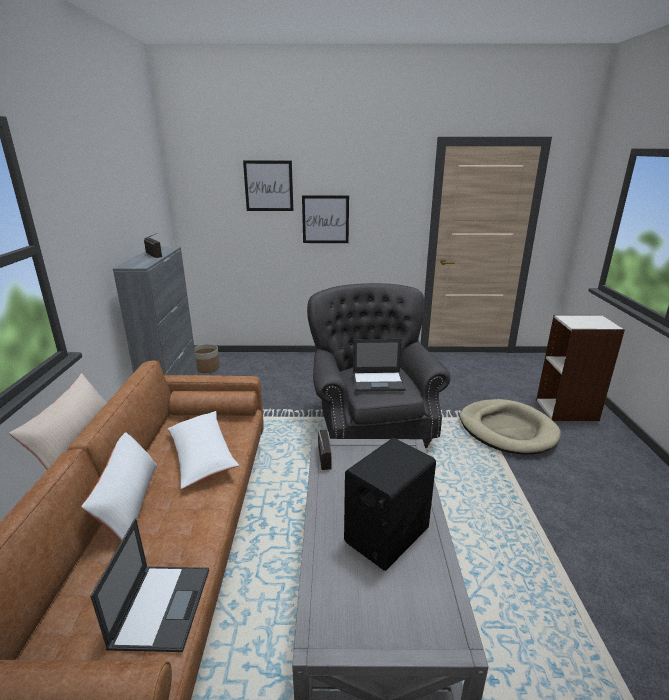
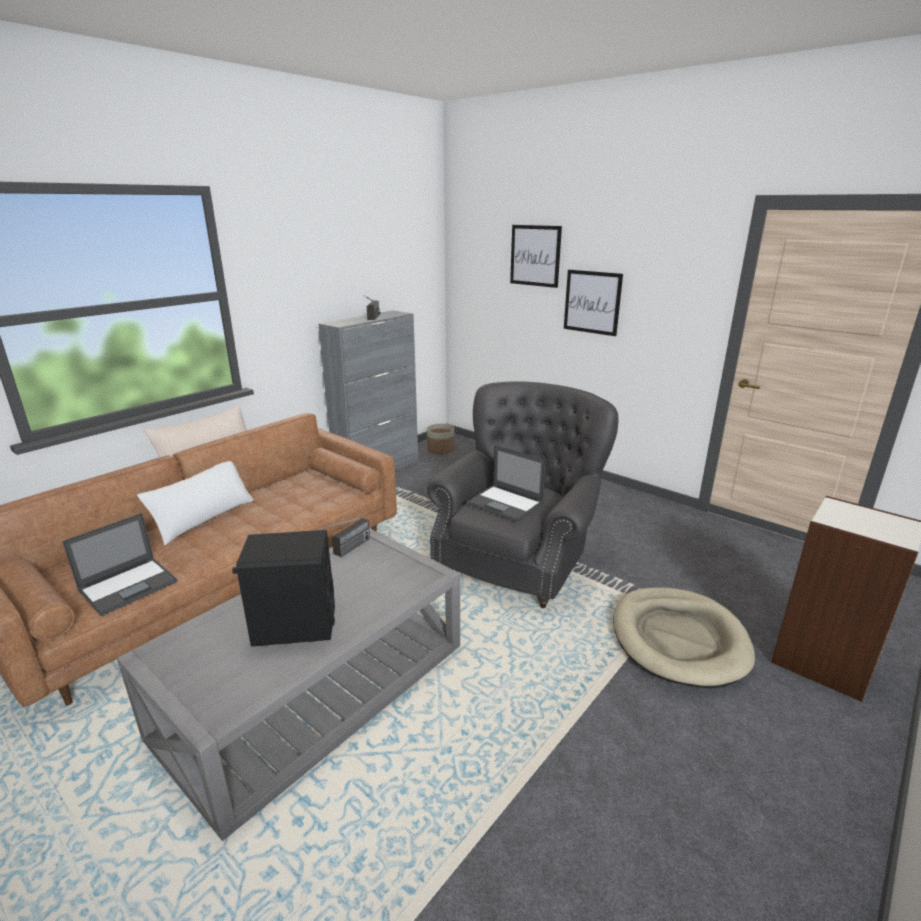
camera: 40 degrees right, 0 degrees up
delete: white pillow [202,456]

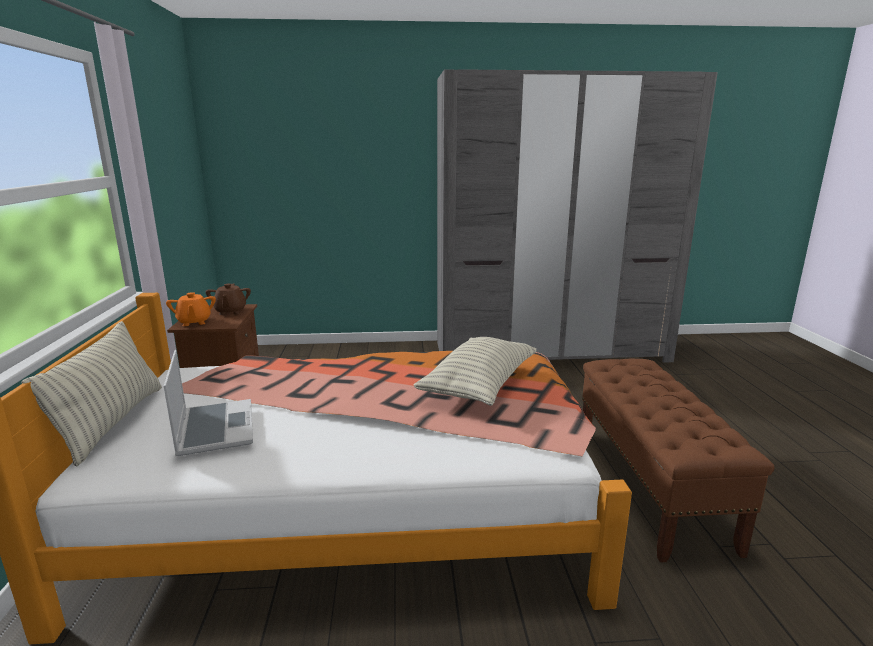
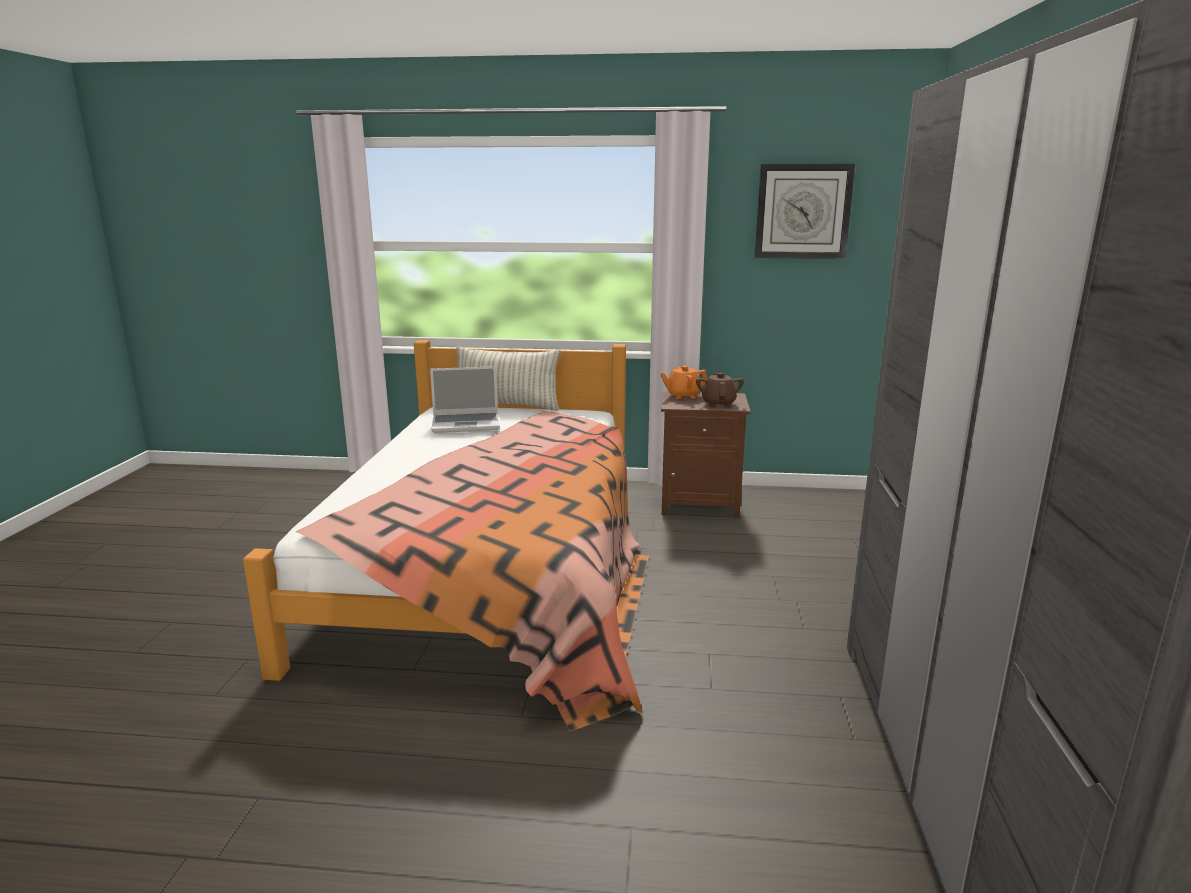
camera: 100 degrees right, 0 degrees up
delete: pillow [479,385]; brown bench [648,485]
insert: wall clock [803,211]
rotate: brown teapot [230,311] = [718,404] 90 degrees clockwise

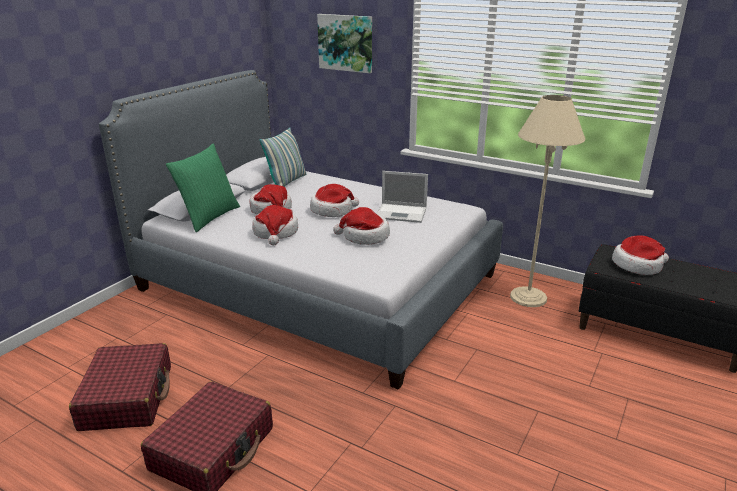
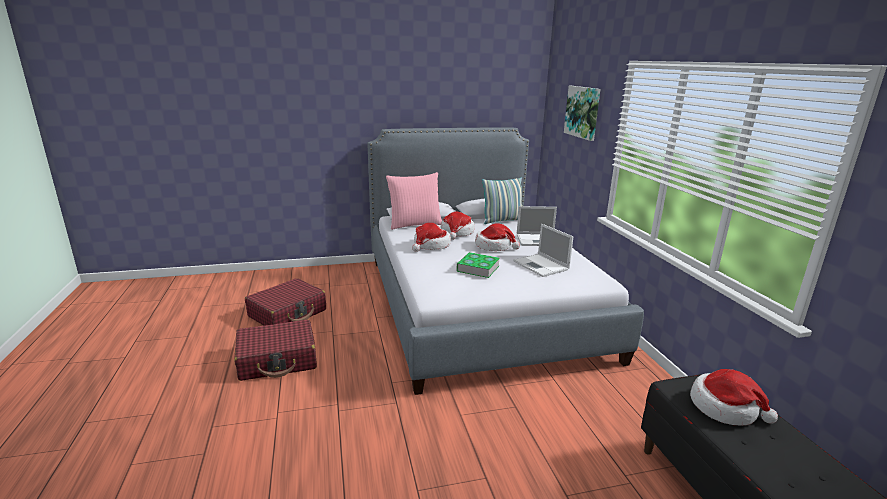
camera: 45 degrees right, 5 degrees down
delete: beige floor lamp [528,297]
insert: laptop [538,240]
replace: hat [364,236] to book [478,268]
recolor: green pillow [209,217] to pink pillow [414,224]

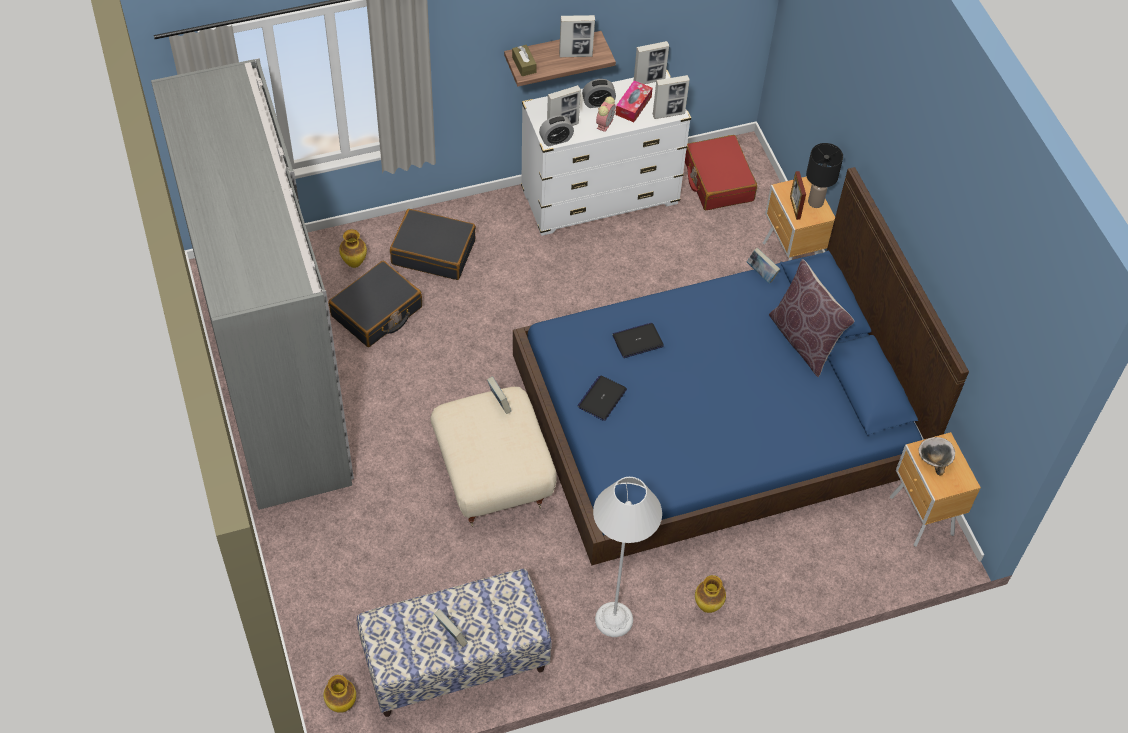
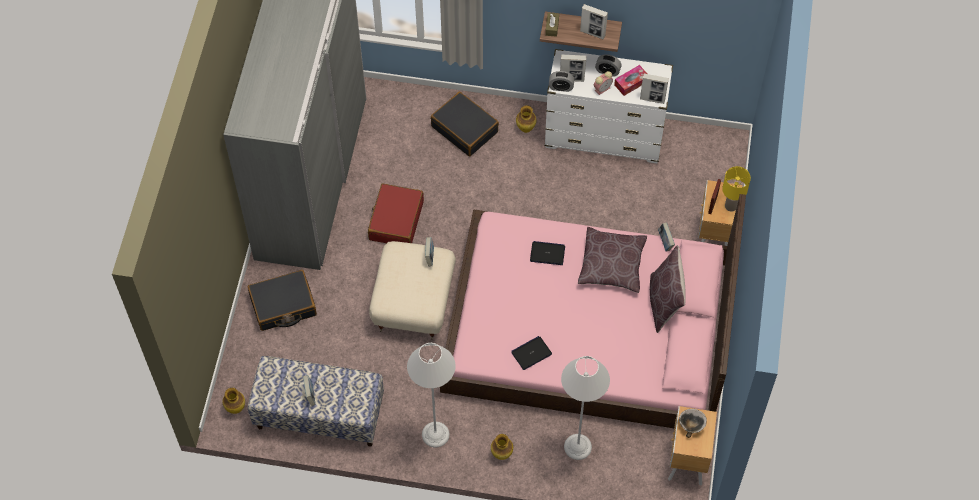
camera: 30 degrees right, 5 degrees up
delete: picture frame [649,80]
insert: grey floor lamp [577,447]; brown pillow [612,265]
move: black suitcase [377,312] to [283,305]; red suitcase [718,181] to [396,220]; laptop [602,398] to [531,353]; vase [355,263] to [526,129]
recolor: blue bed [716,417] to pink bed [588,329]; black table lamp [815,202] to yellow table lamp [730,206]

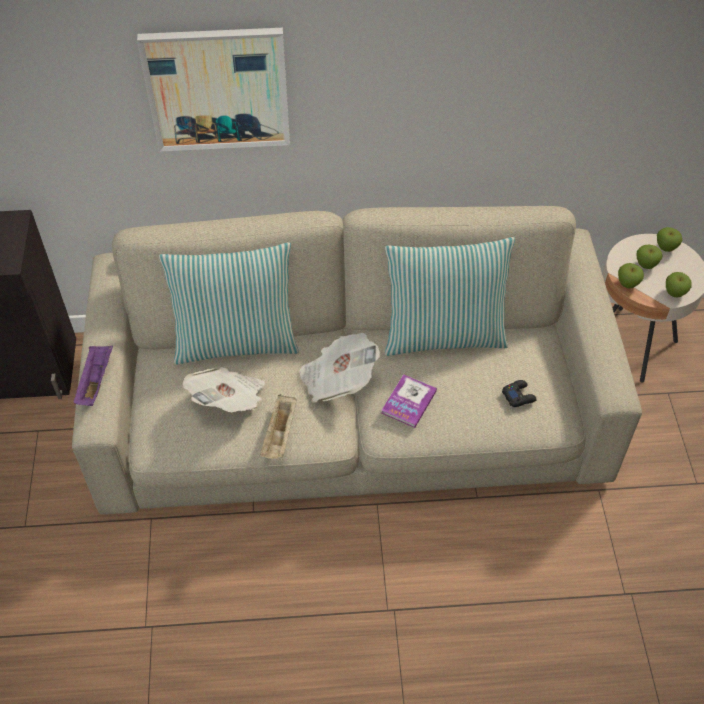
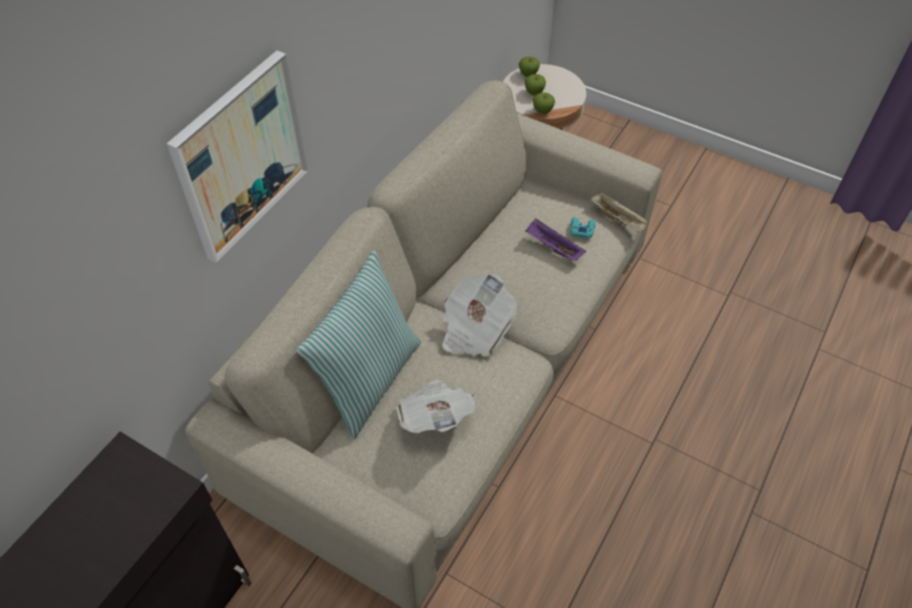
camera: 55 degrees left, 0 degrees up
delete: book [409,402]; pillow [443,335]; apple [674,293]
move: purple tray [95,381] to [552,247]; beige tray [280,435] to [618,219]
recolor: black game controller [518,396] to turquoise game controller [581,229]

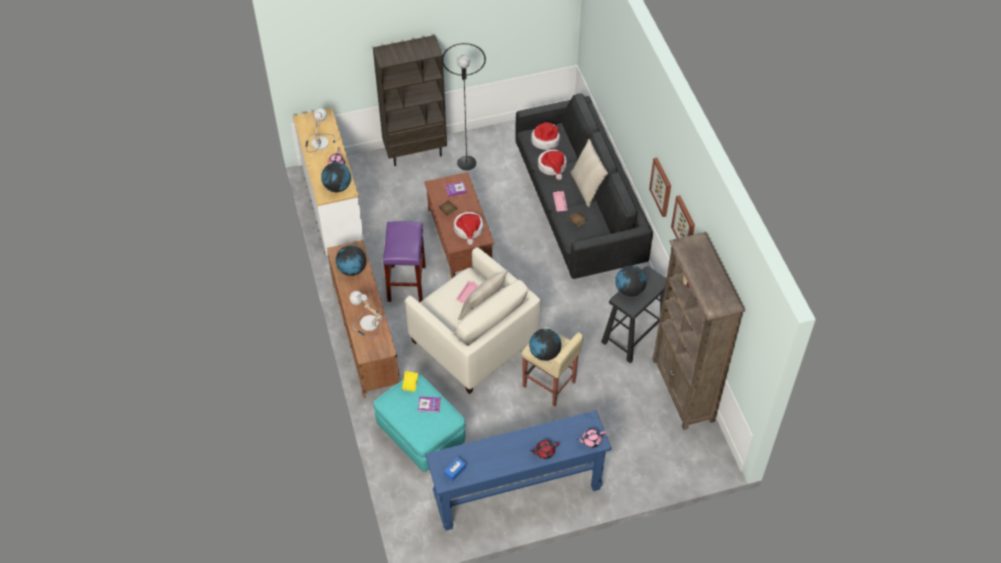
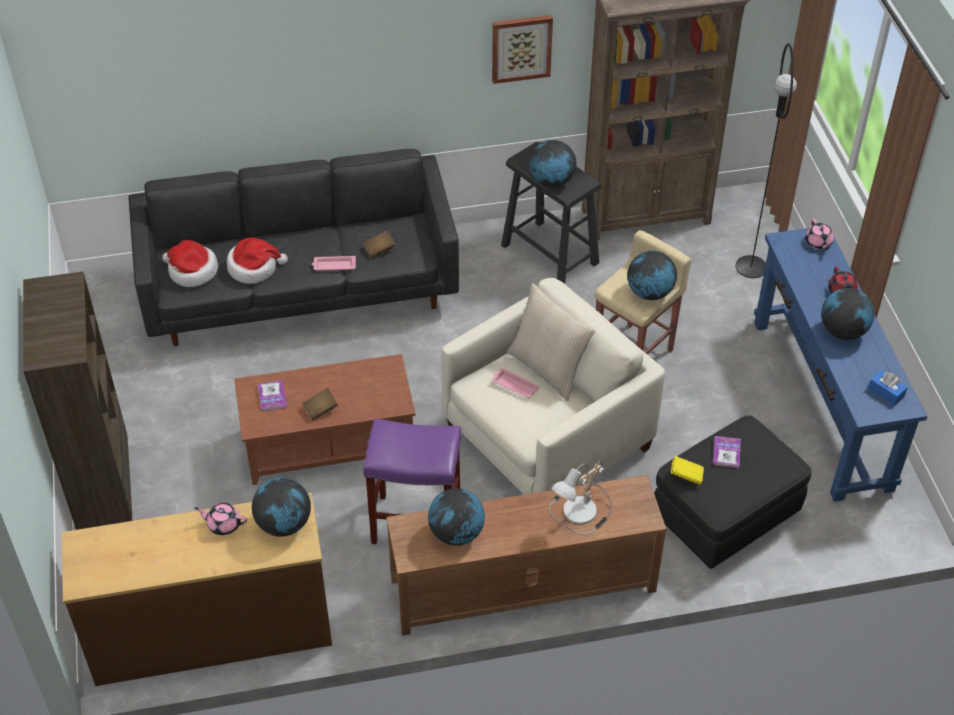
camera: 85 degrees left, 5 degrees down
delete: table lamp [318,142]; hat [468,230]; beige pillow [587,188]; picture [661,187]
insert: globe [843,331]
move: black floor lamp [466,163] to [751,266]
recolor: white dresser [332,207] to brown dresser [212,634]; turquoise ottoman [420,434] to black ottoman [725,515]

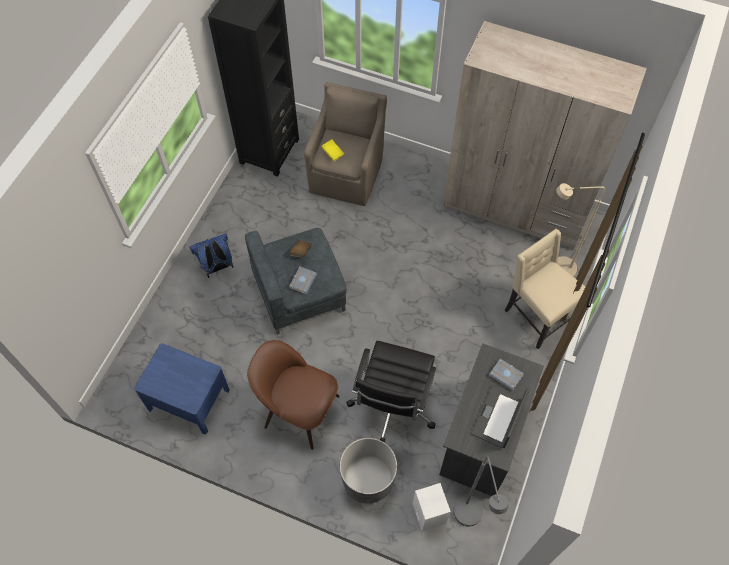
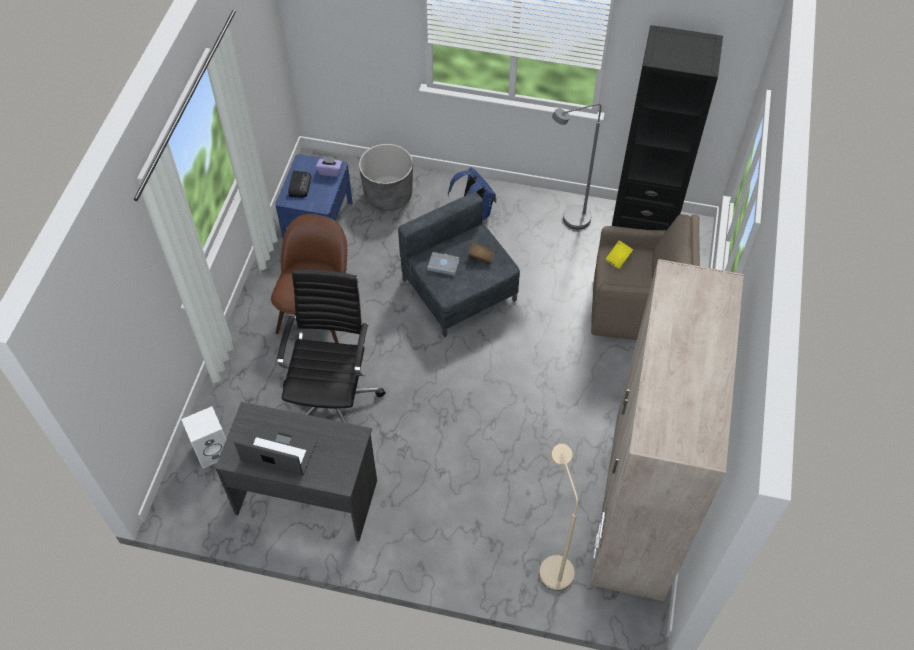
camera: 80 degrees right, 5 degrees down
delete: grey book [506,375]; beige chair [537,315]
insert: radio [299,185]; purple tissue box [330,171]
move: grey planter [368,479] to [388,195]; grey floor lamp [470,520] to [569,220]
rotate: black office chair [392,406] = [332,399] 90 degrees clockwise

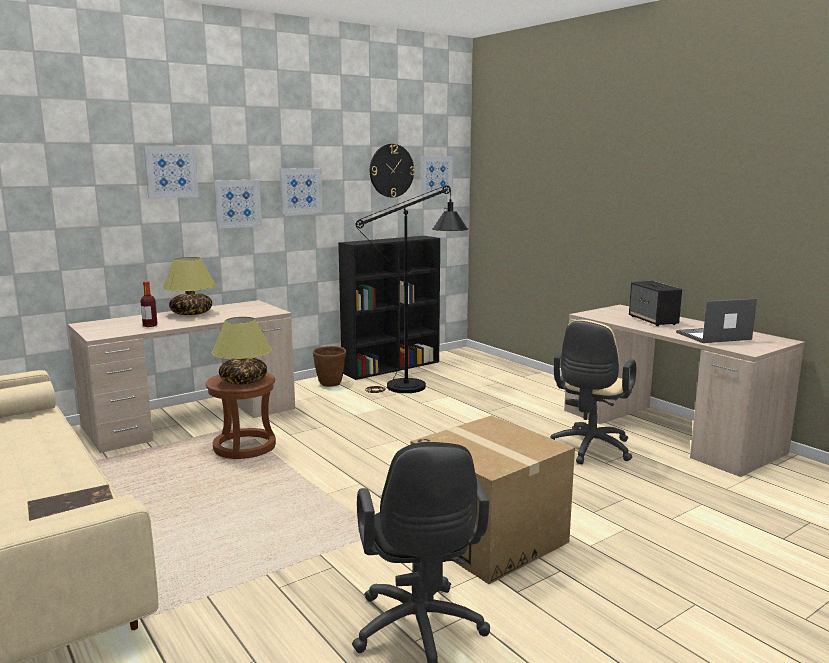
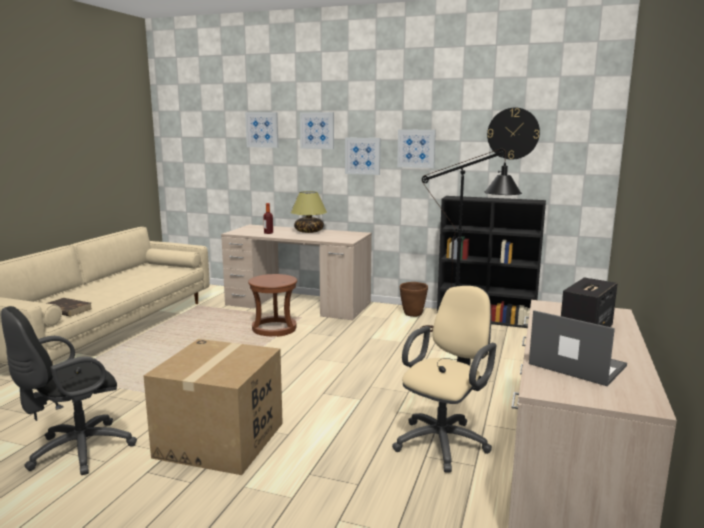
camera: 55 degrees right, 0 degrees up
delete: table lamp [243,381]
move: picture [436,175] to [262,129]
rotate: beige office chair [589,450] = [444,441] 135 degrees clockwise

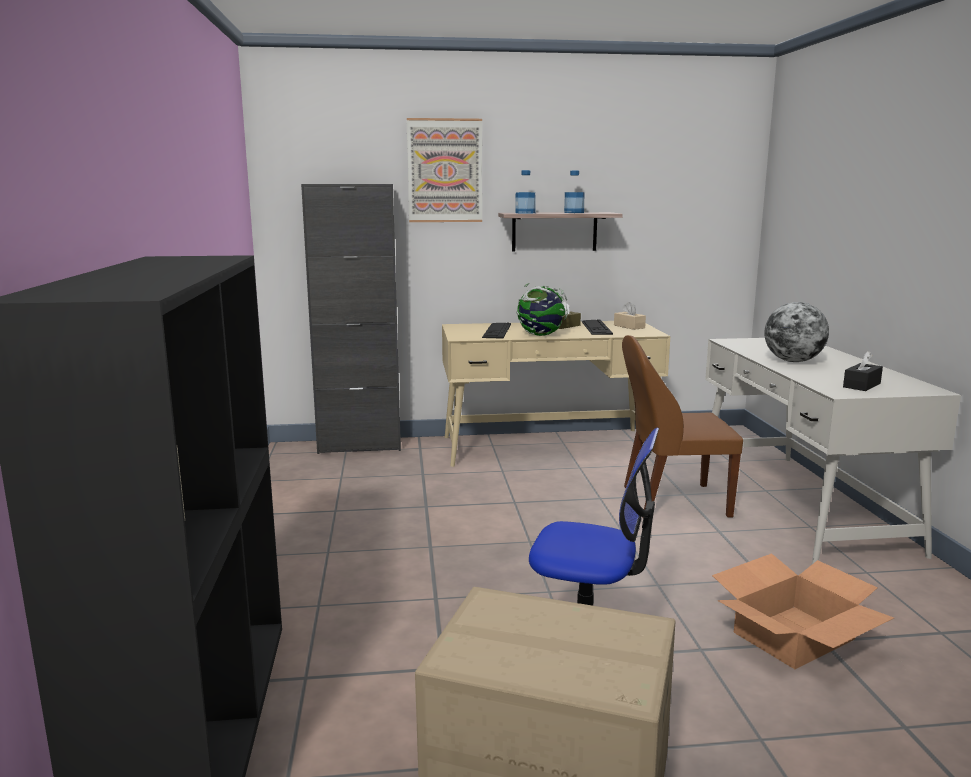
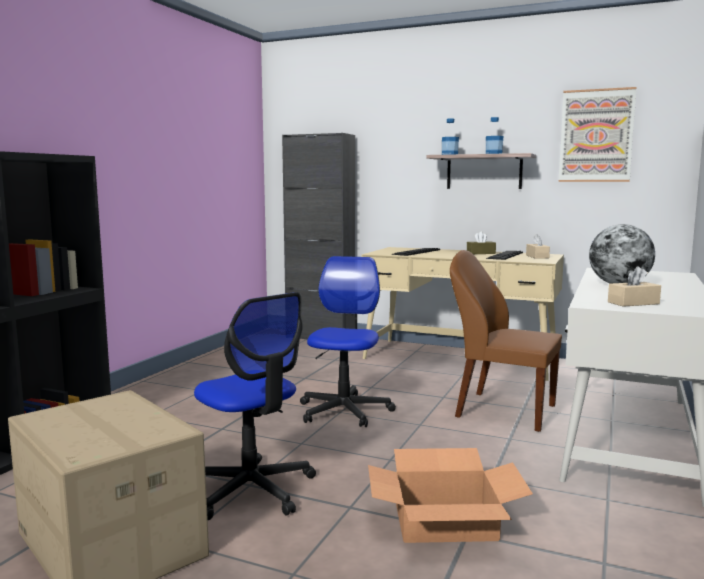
camera: 30 degrees right, 5 degrees down
delete: globe [541,335]
insert: office chair [344,411]
move: picture [445,171] to [596,136]
recolor: black tissue box [861,385] to beige tissue box [633,303]

